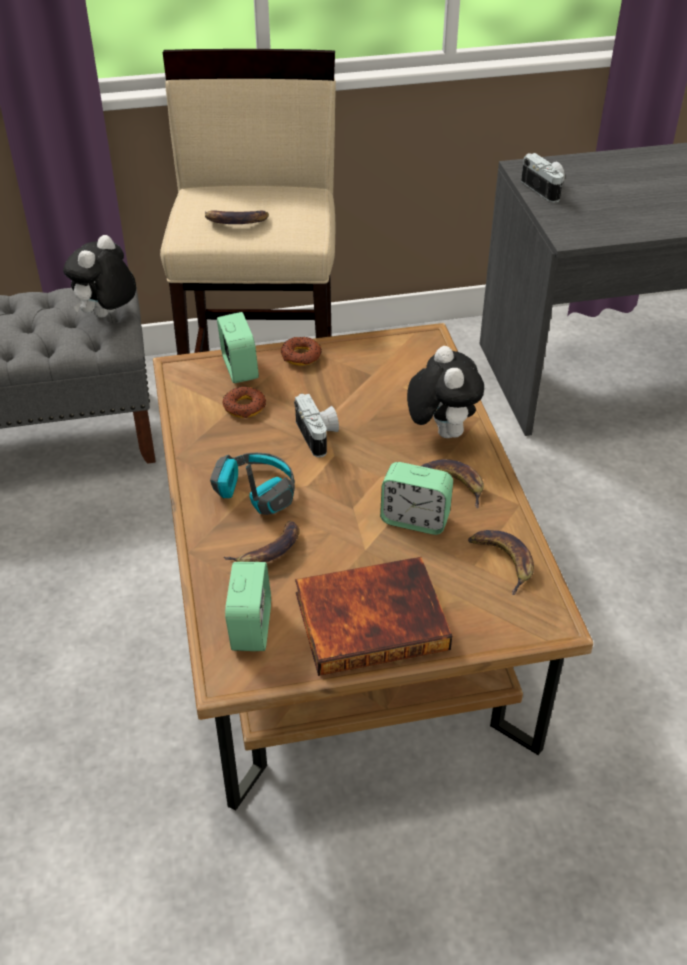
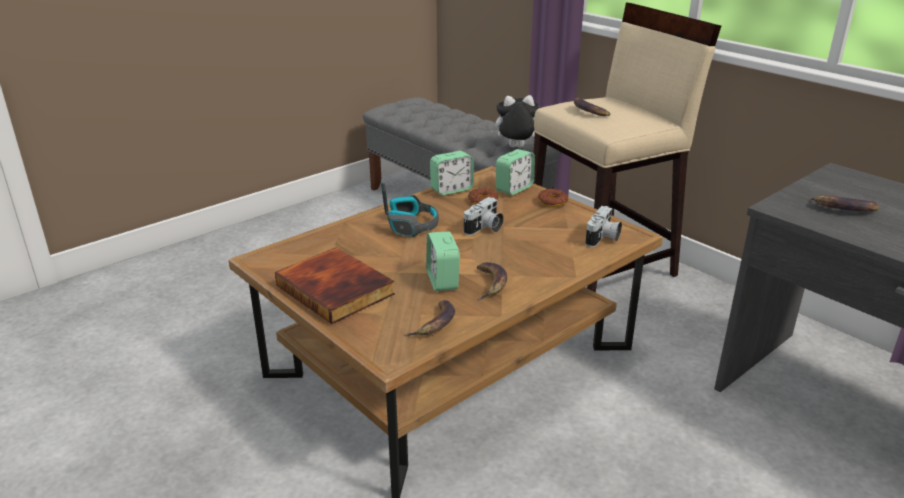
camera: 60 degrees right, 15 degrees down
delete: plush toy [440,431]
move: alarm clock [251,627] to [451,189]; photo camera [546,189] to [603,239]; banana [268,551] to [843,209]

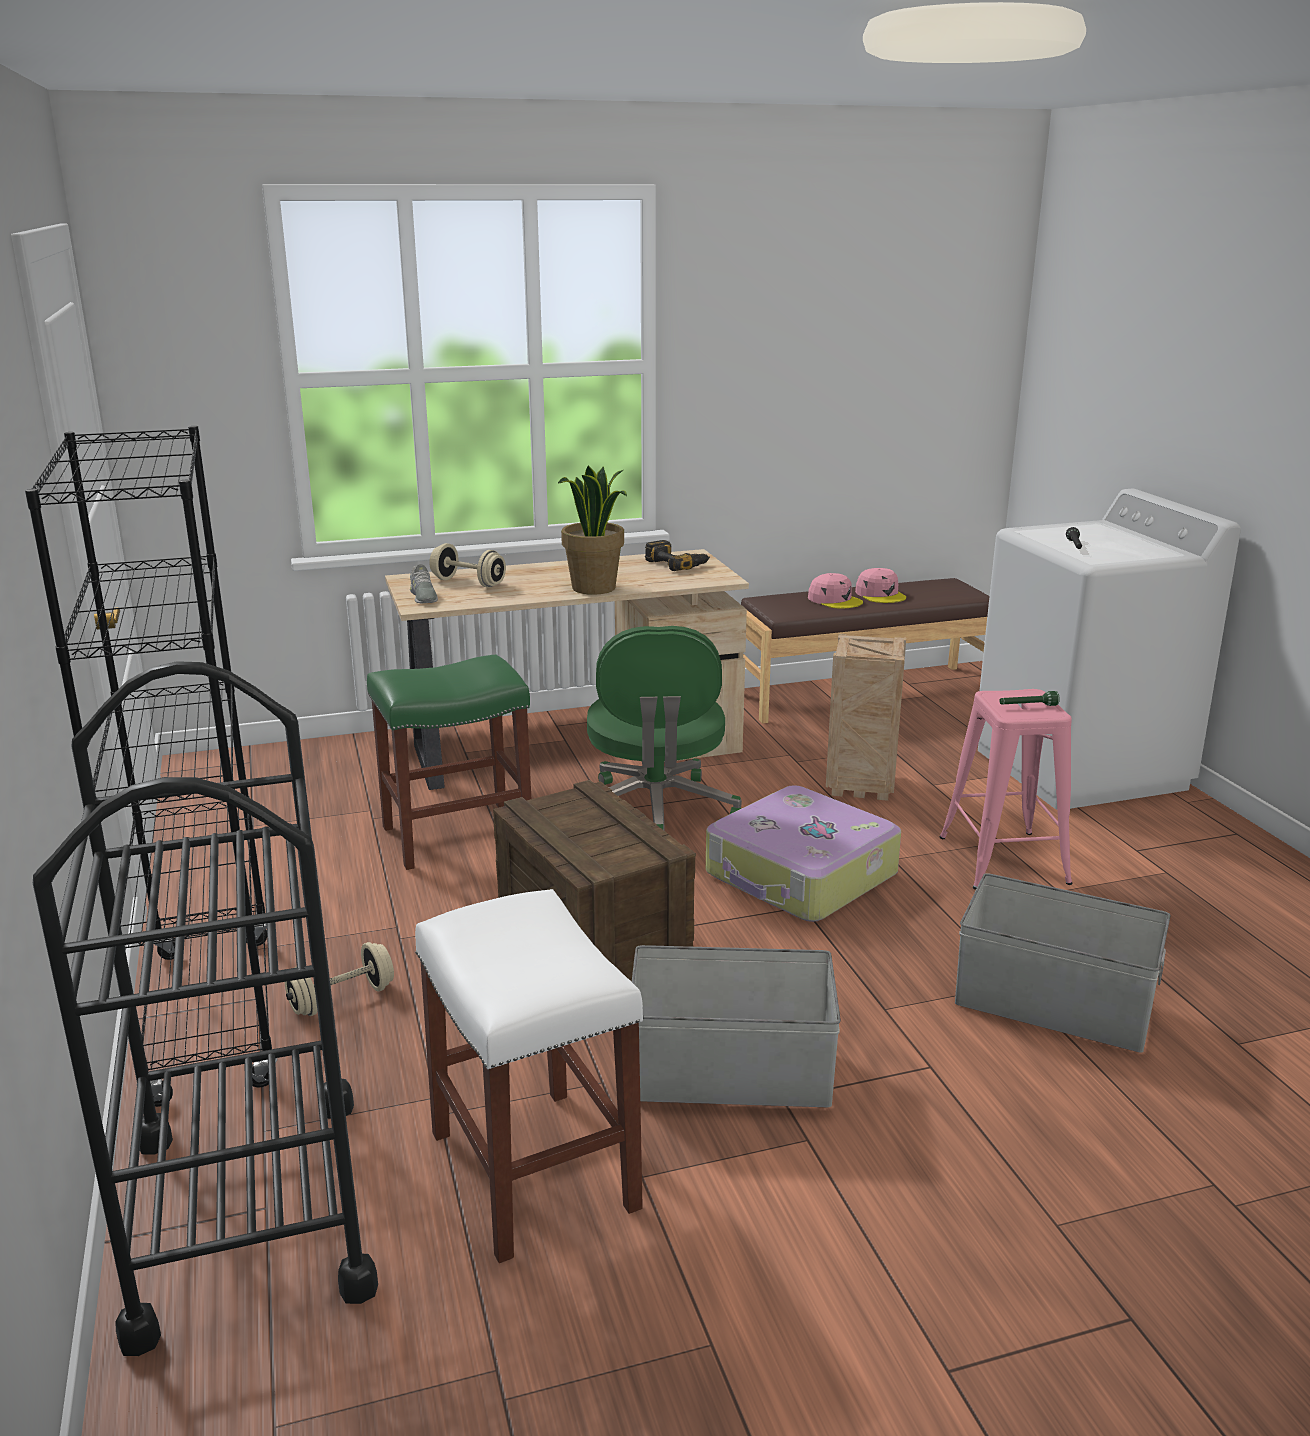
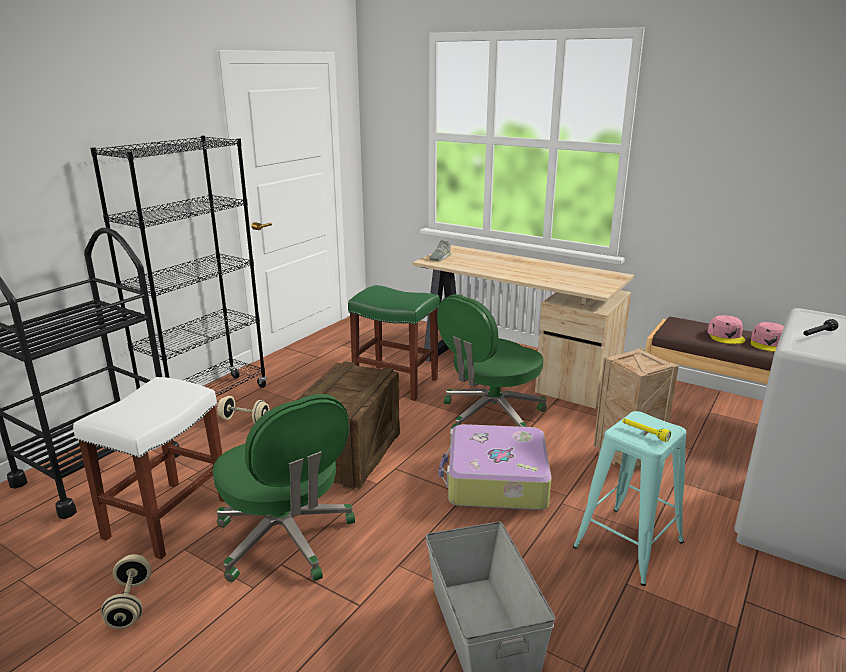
camera: 50 degrees right, 0 degrees up
delete: potted plant [594,588]; power drill [677,564]
move: beige dumbbell [468,583] to [130,604]
replace: grey storage box [731,1074] to green office chair [286,539]
recolor: pink stool [1003,860] to turquoise stool [628,544]; green flashlight [1027,706] to yellow flashlight [644,433]

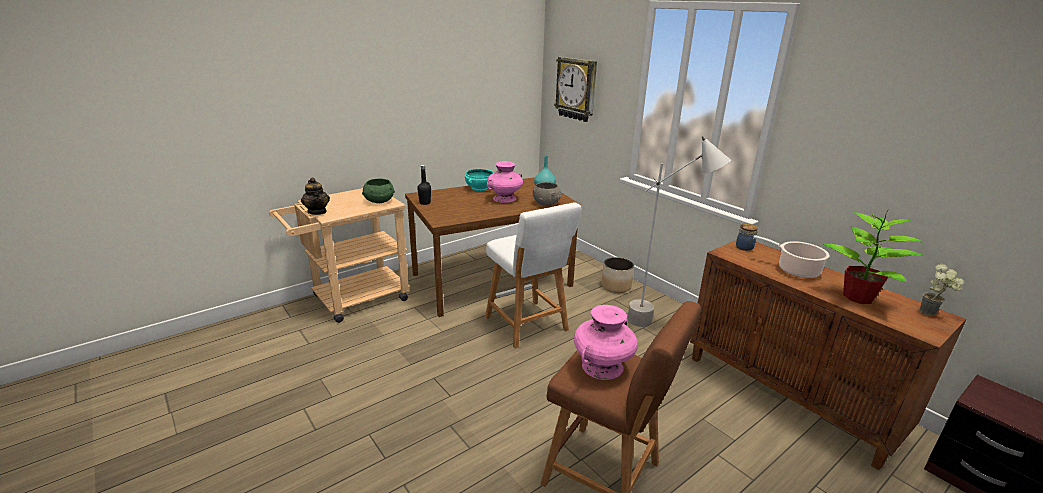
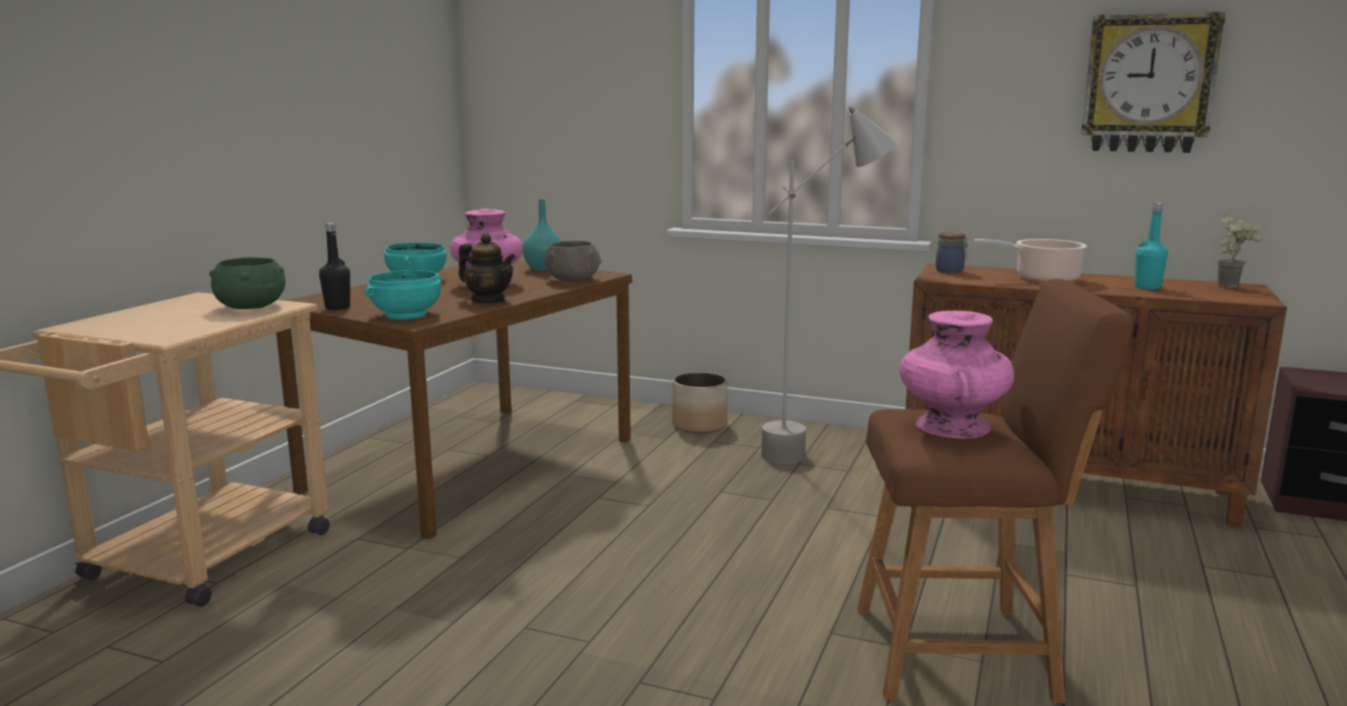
camera: 30 degrees left, 10 degrees down
delete: white stool [528,326]
insert: turquoise bowl [407,315]
move: teapot [317,212] to [488,301]; wall clock [576,89] to [1148,84]
replace: potted plant [859,297] to turquoise bottle [1147,287]

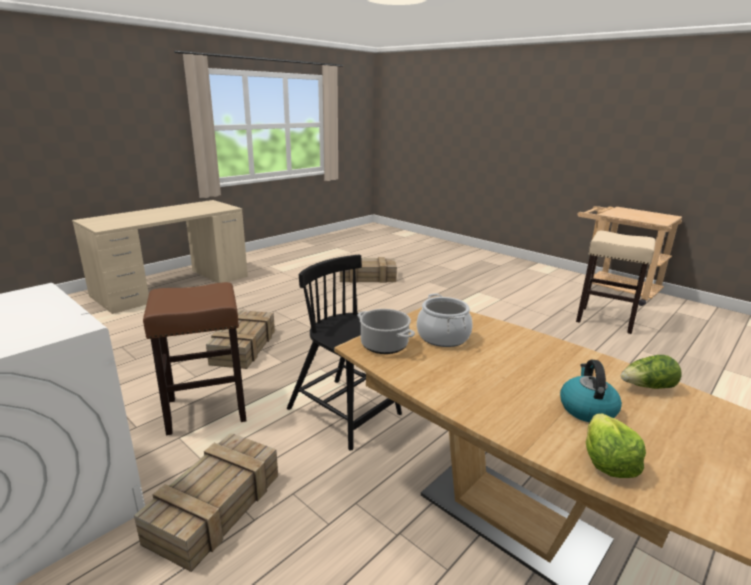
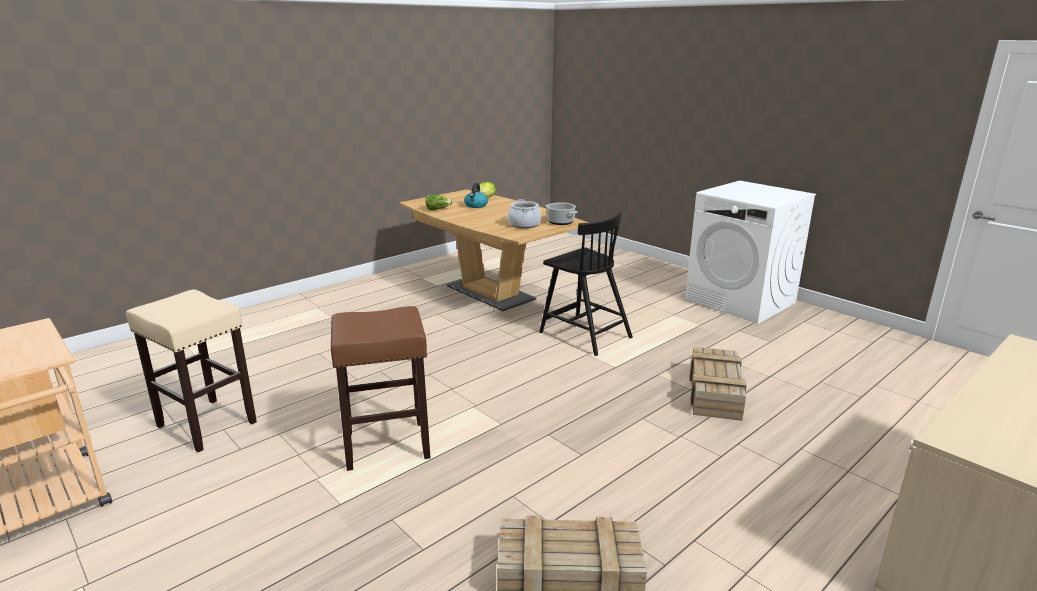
camera: 175 degrees left, 0 degrees up
delete: crate [216,505]
move: brown stool [205,410] to [388,444]

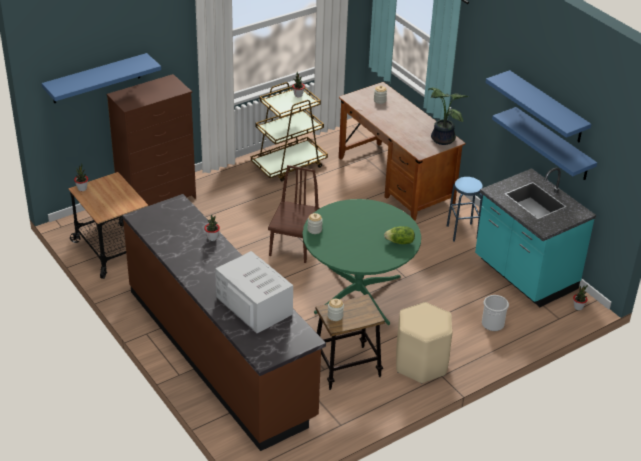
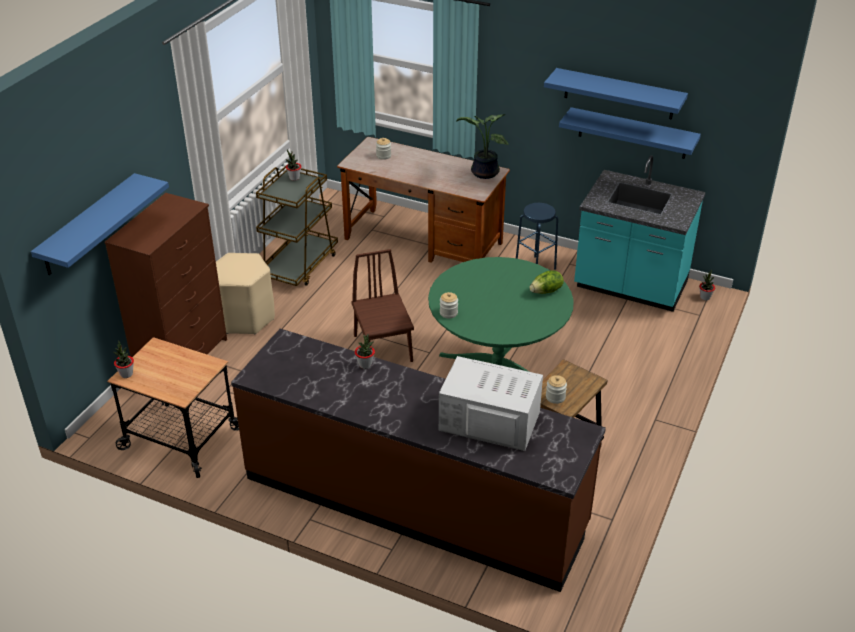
camera: 30 degrees left, 0 degrees up
delete: bucket [493,324]
move: beige stool [421,364] to [245,318]

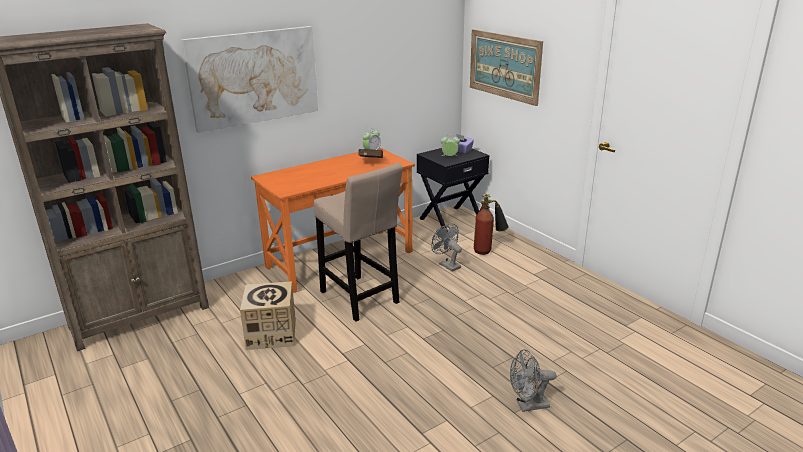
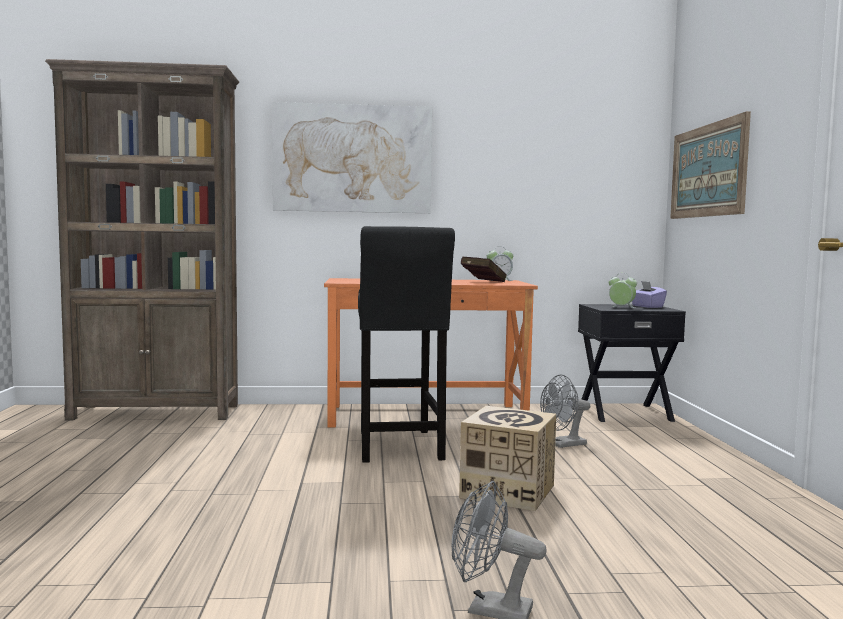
camera: 30 degrees right, 20 degrees down
delete: fire extinguisher [488,250]
move: cardboard box [271,334] to [507,491]
recolor: beige stool [360,299] to black stool [399,448]
rotate: grey fan [447,265] = [563,445] 105 degrees counterclockwise

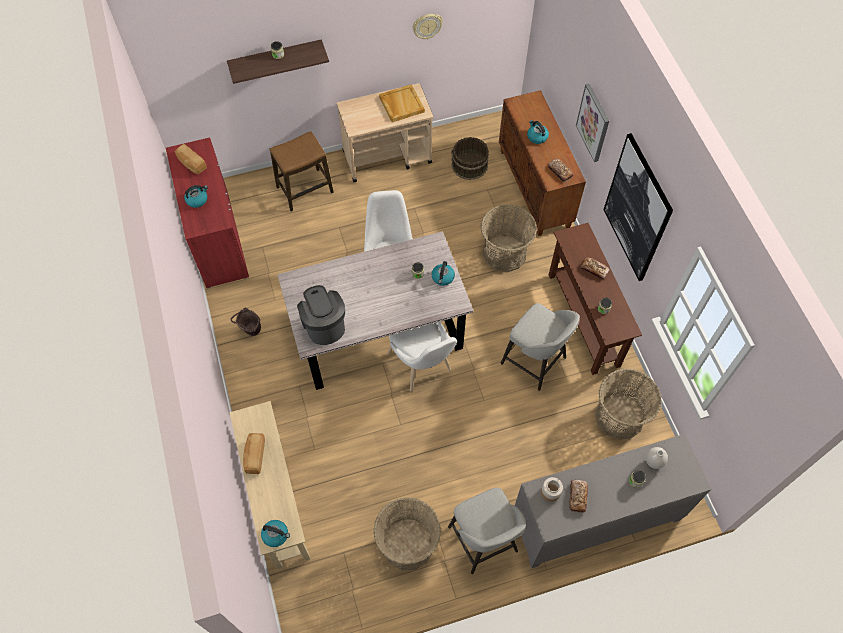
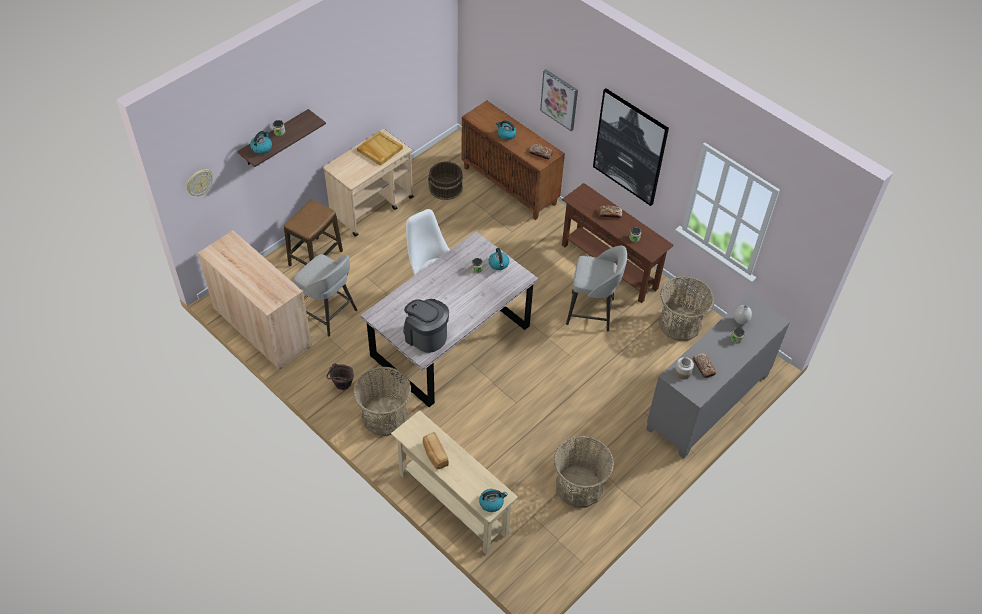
camera: 30 degrees left, 10 degrees down
delete: bread [191,164]; white chair [422,366]
move: wall clock [427,26] to [199,182]; kettle [197,200] to [262,148]; grey stool [483,541] to [328,314]; basket [504,253] to [385,416]
recolor: red cabinet [218,239] to beige cabinet [262,327]

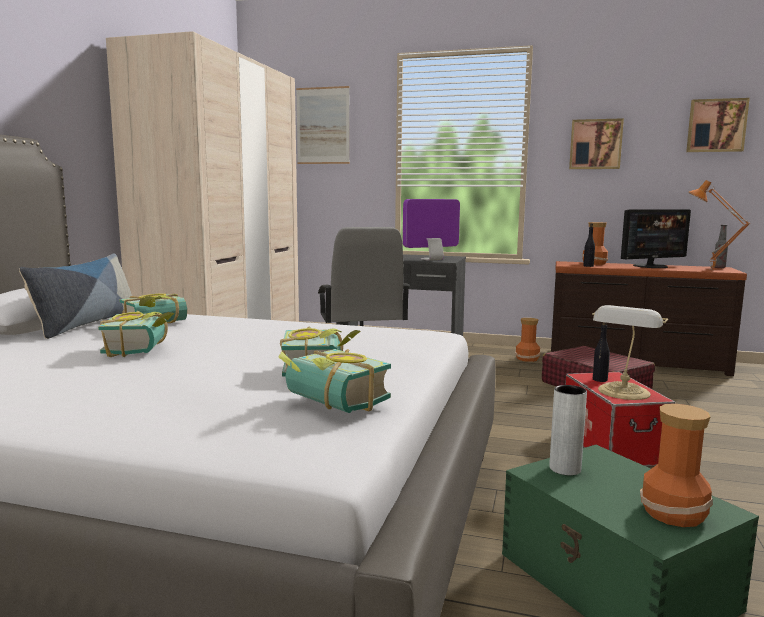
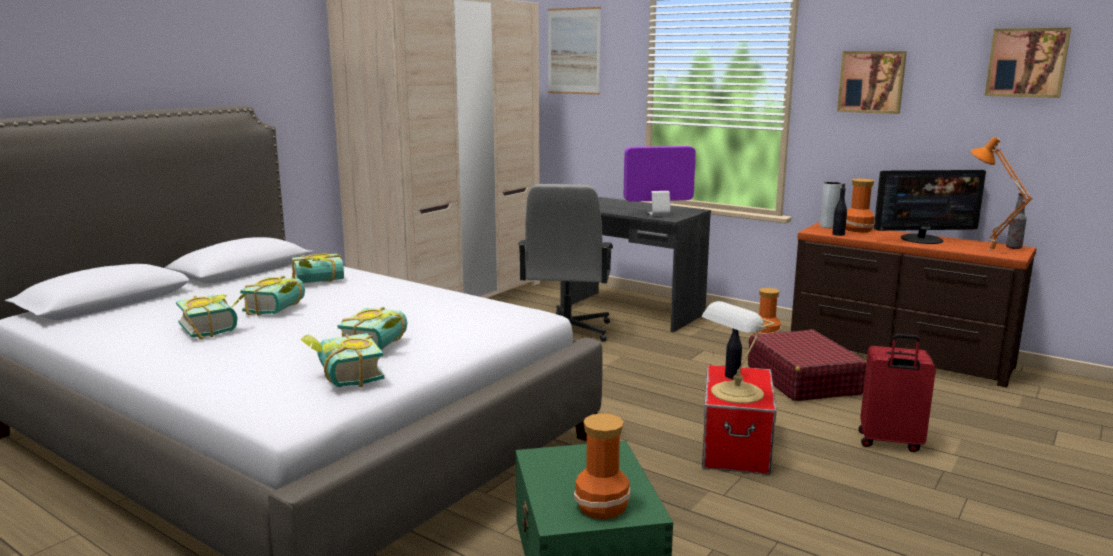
camera: 20 degrees right, 5 degrees up
delete: pillow [87,323]
insert: book [215,328]; red suitcase [889,442]
move: grey vase [565,469] to [828,226]

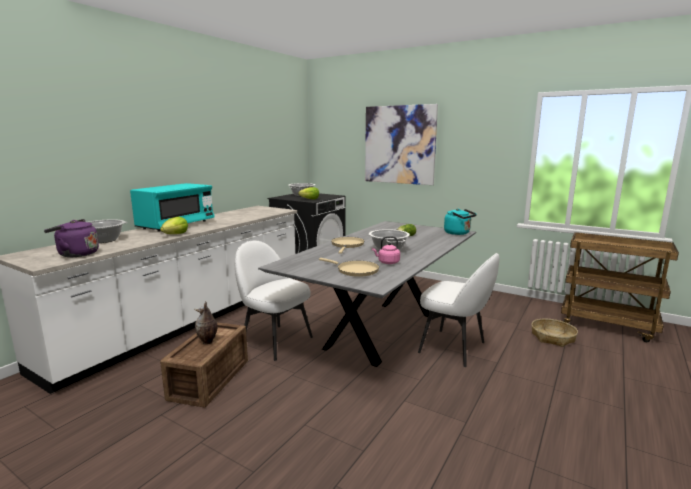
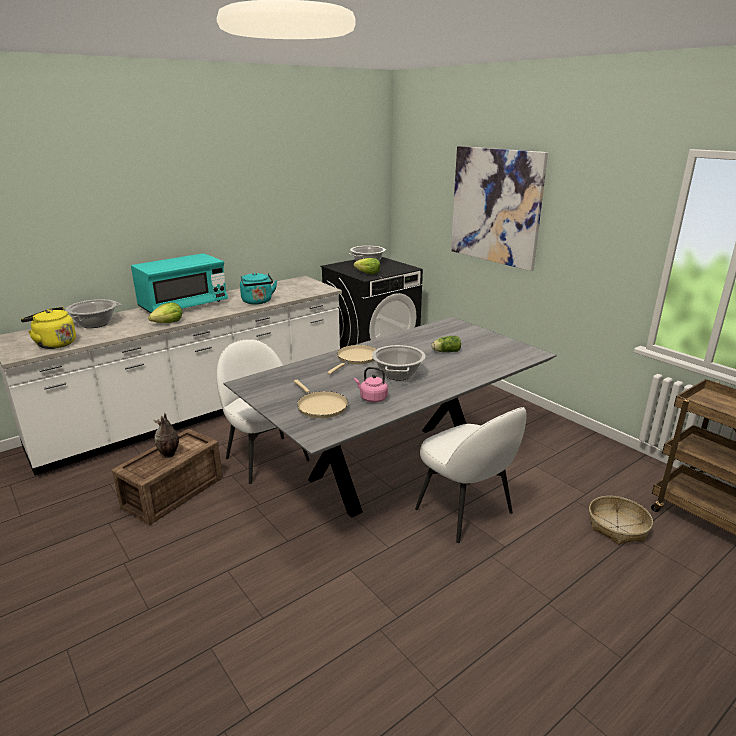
camera: 20 degrees right, 10 degrees up
move: turquoise kettle [458,233] to [258,302]
recolor: purple kettle [76,254] to yellow kettle [54,344]

